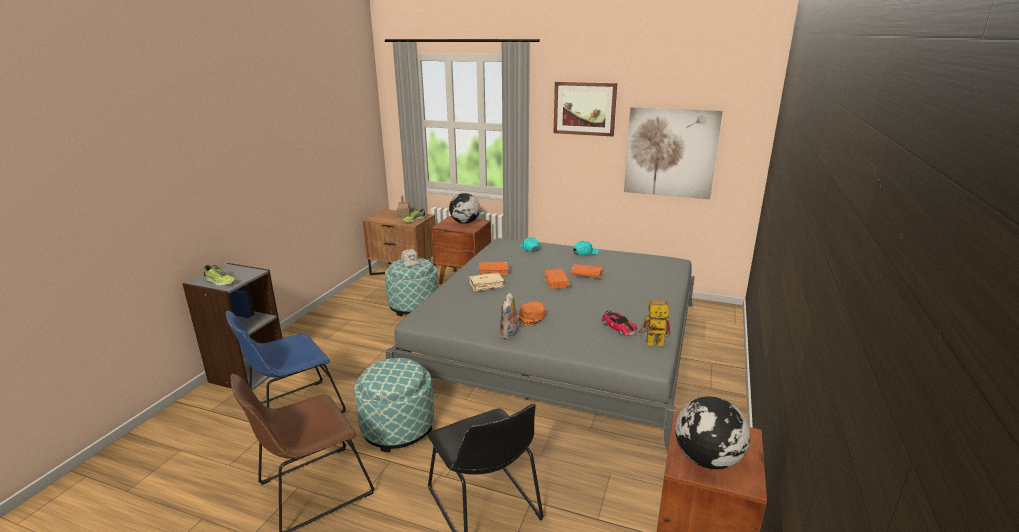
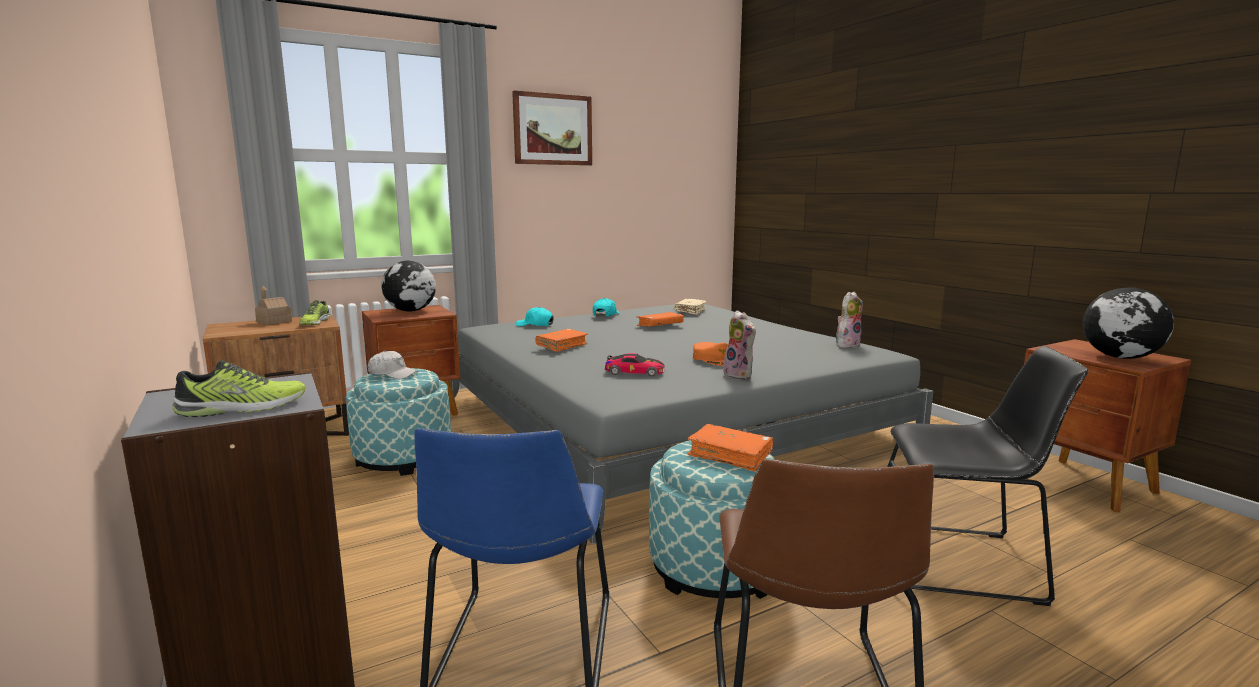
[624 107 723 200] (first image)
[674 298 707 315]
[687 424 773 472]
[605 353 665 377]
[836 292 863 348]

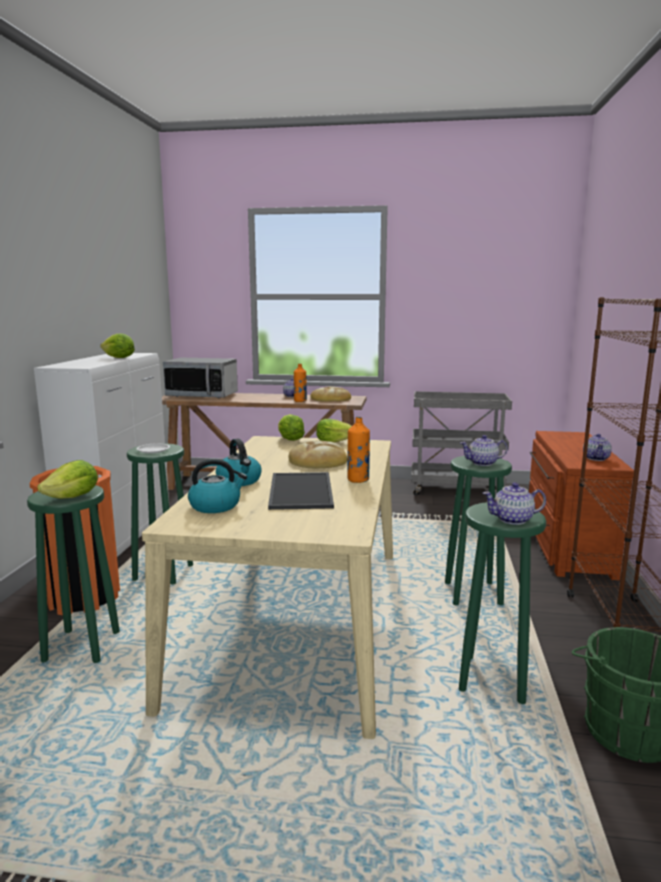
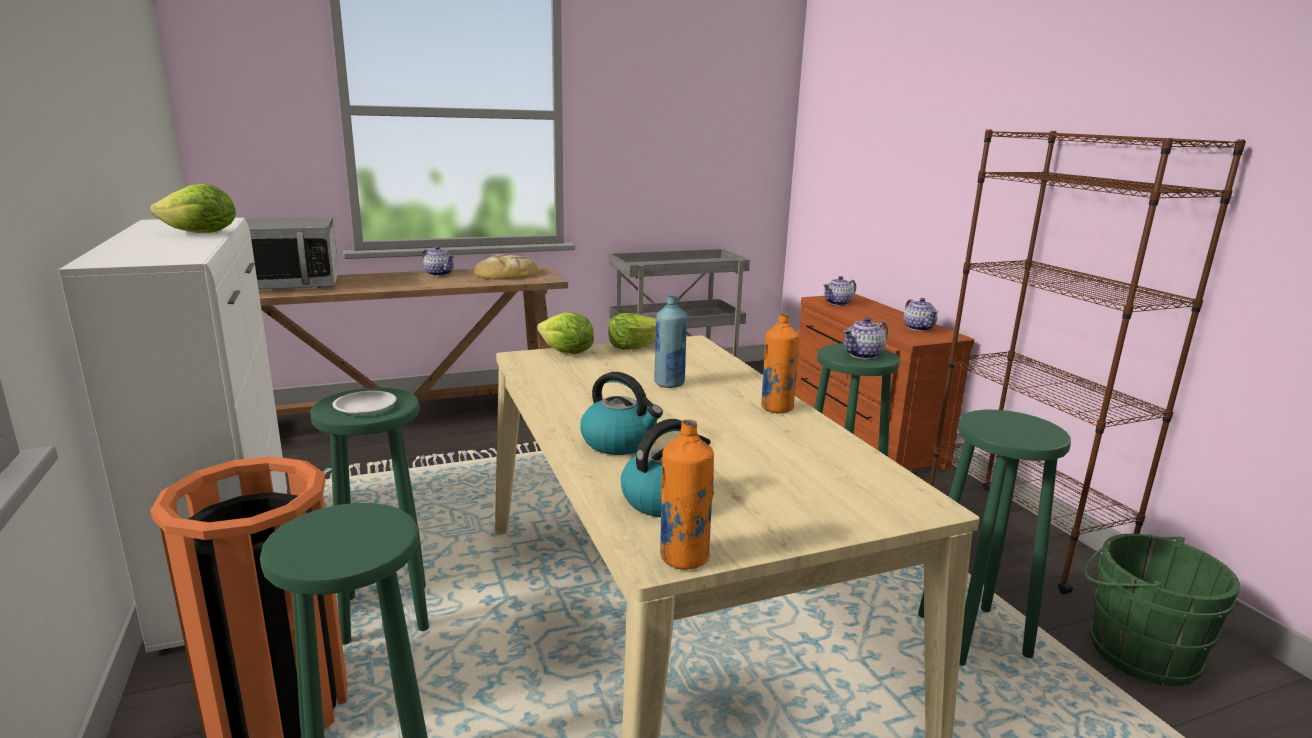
[37 460 98 498] (first image)
[268 472 334 510] (first image)
[660 419 714 570]
[823 276 856 306]
[654 295 687 388]

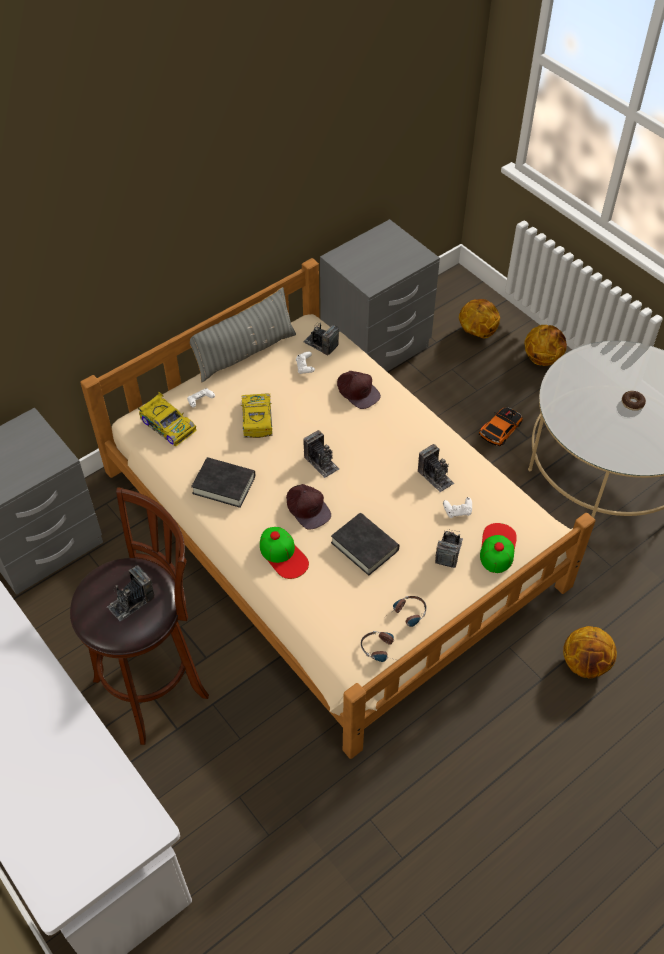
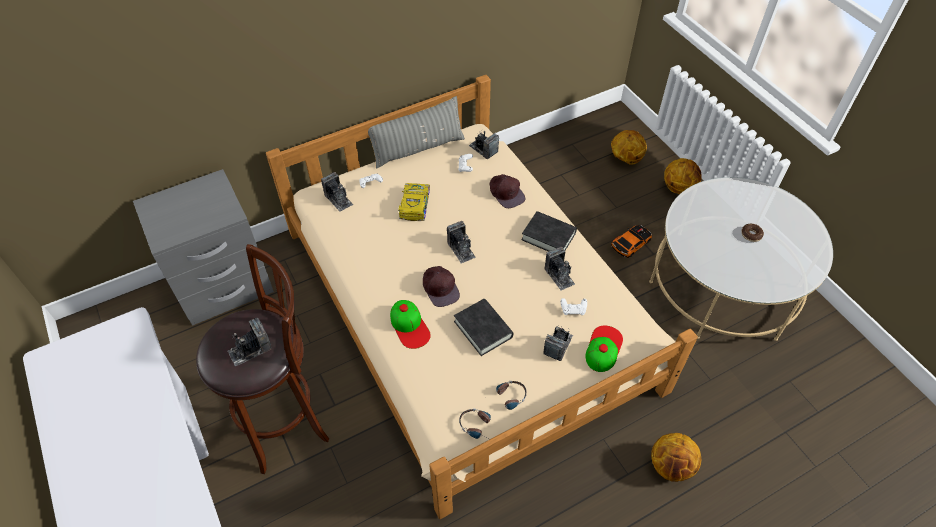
[320 219 440 372] (first image)
[521 211 577 252]
[321 172 353 212]

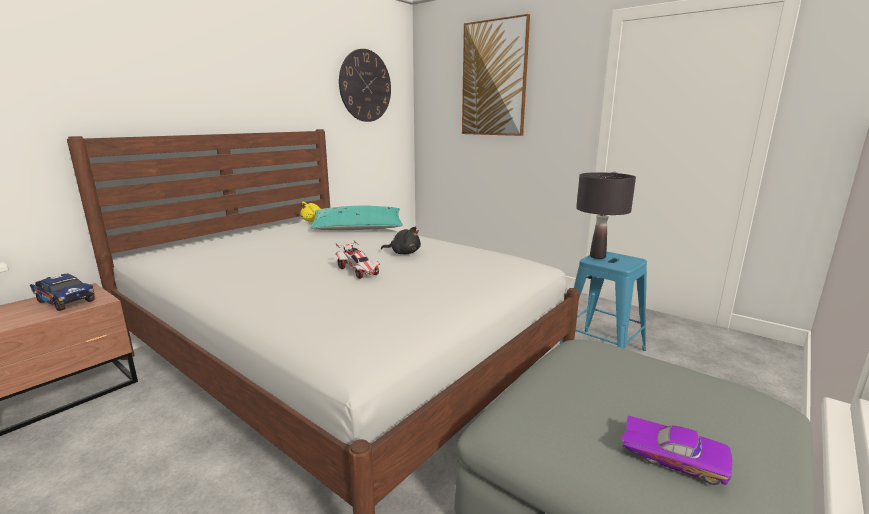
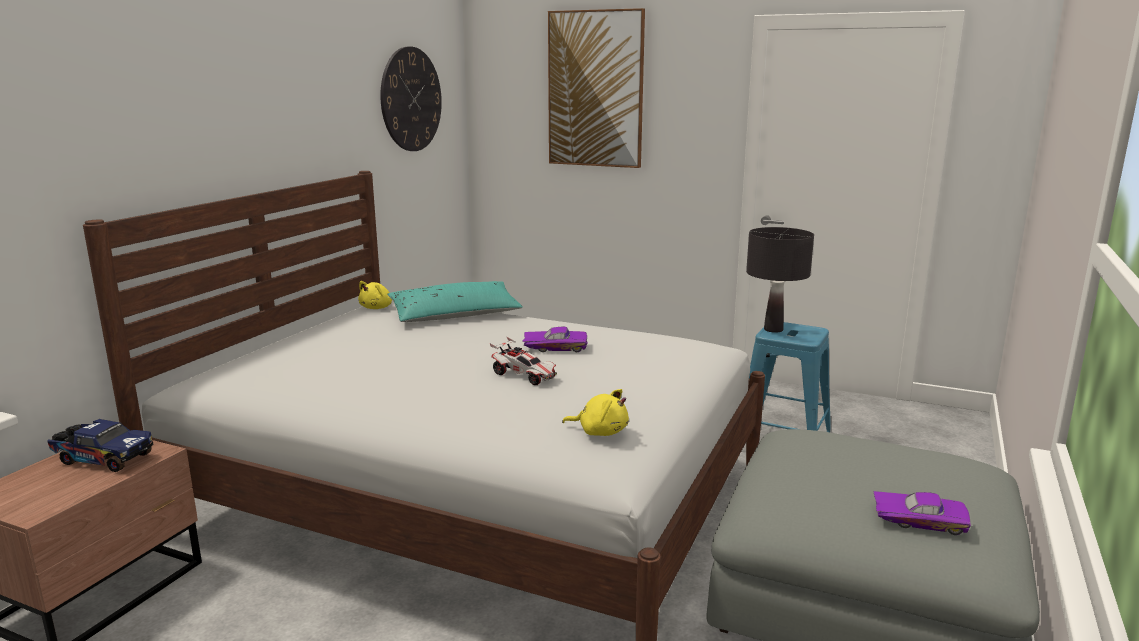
[562 389 629 436]
[522 327 587 352]

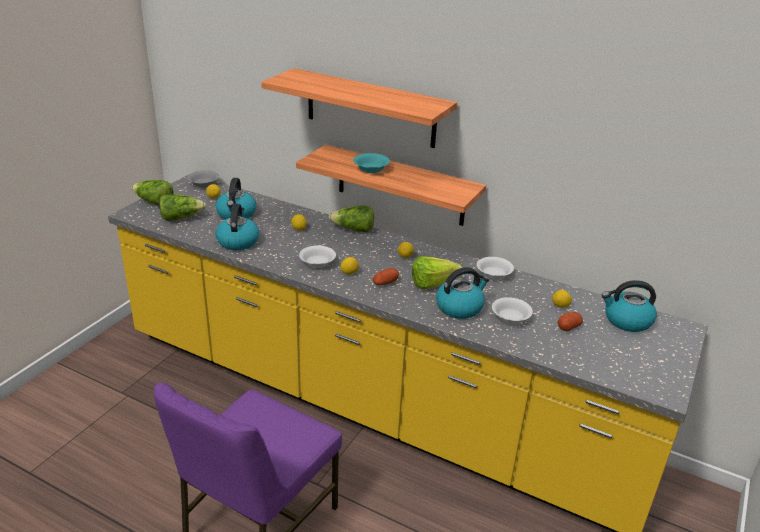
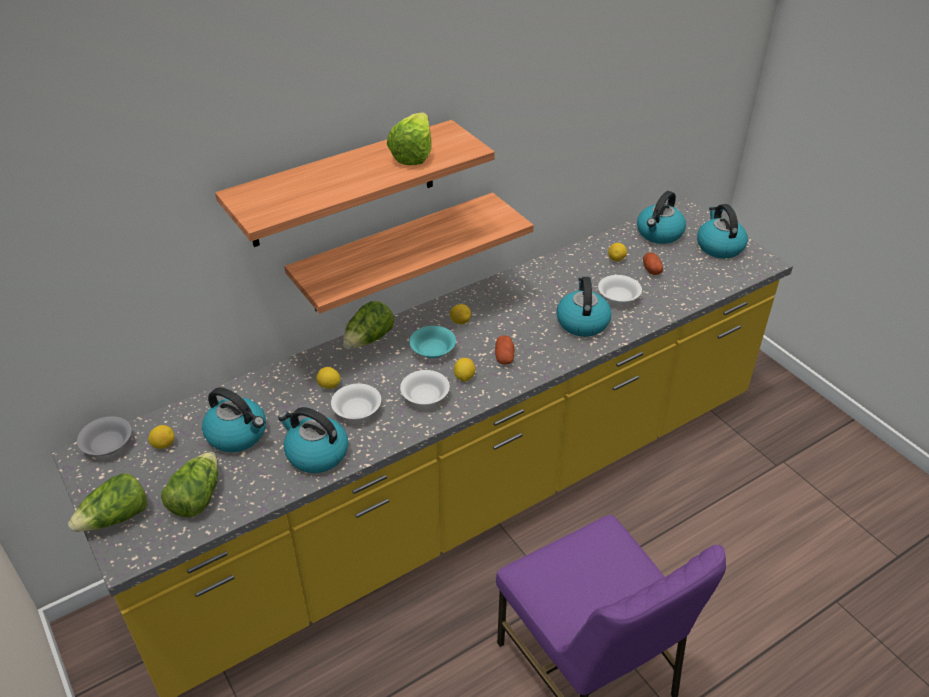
[697 204 748 259]
[409 326 456 358]
[387 112 432 165]
[331 384 381 420]

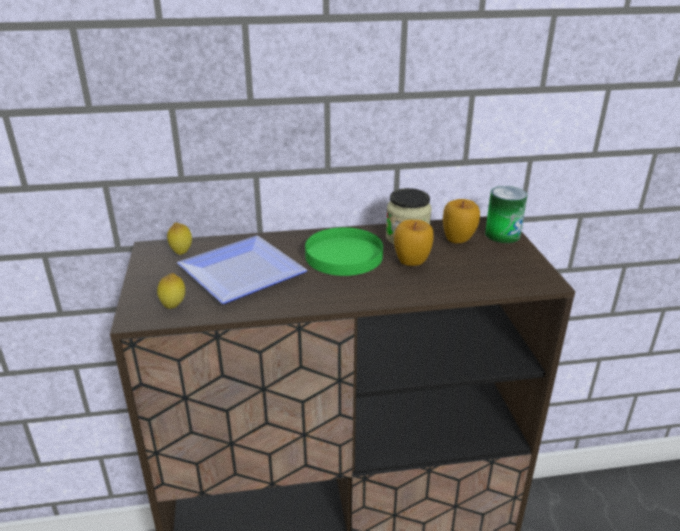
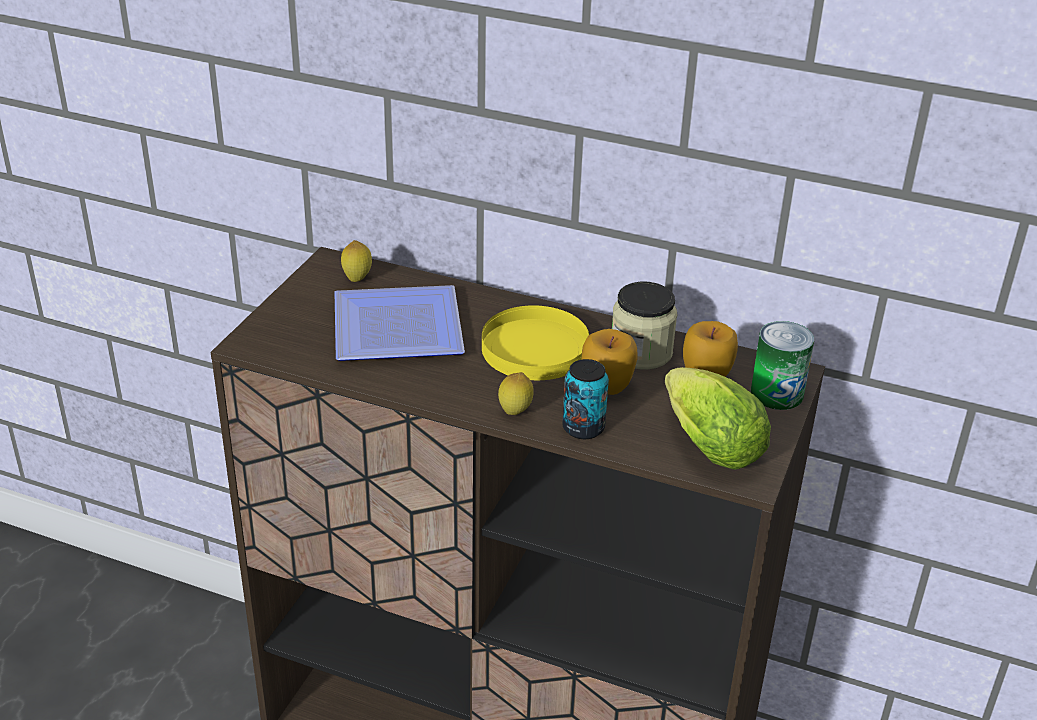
[562 359 609 439]
[665 367 771 470]
[498 372 534 415]
[482 305 589 380]

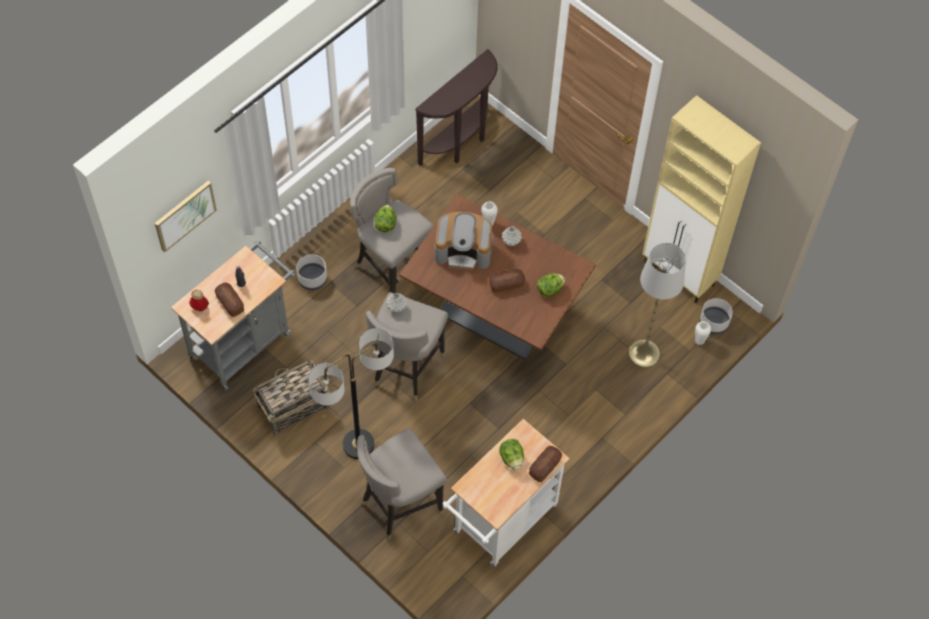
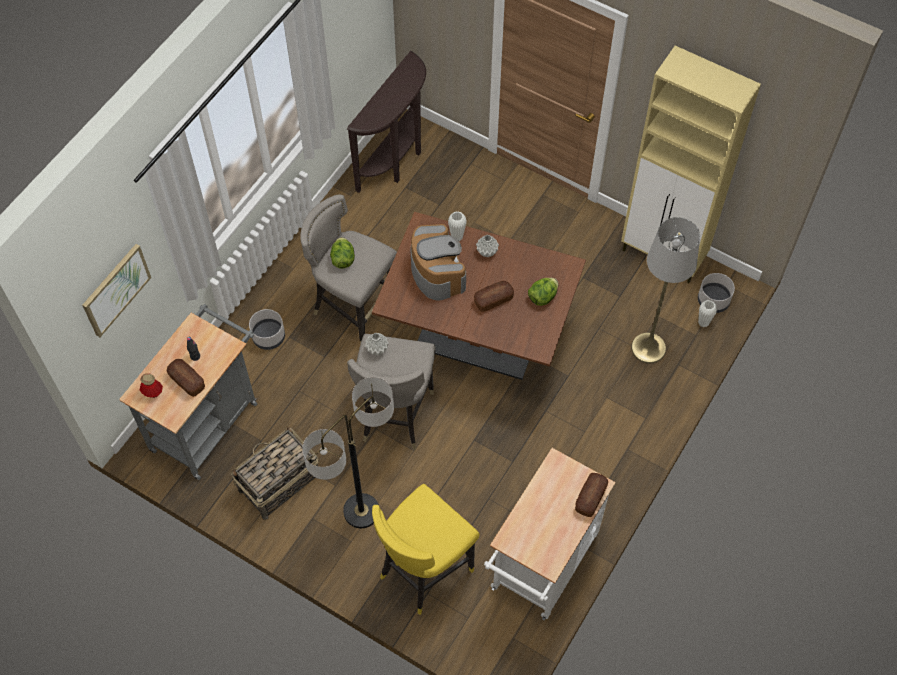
[499 439 524 470] (first image)
[372 484 480 615]
[410 224 466 301]

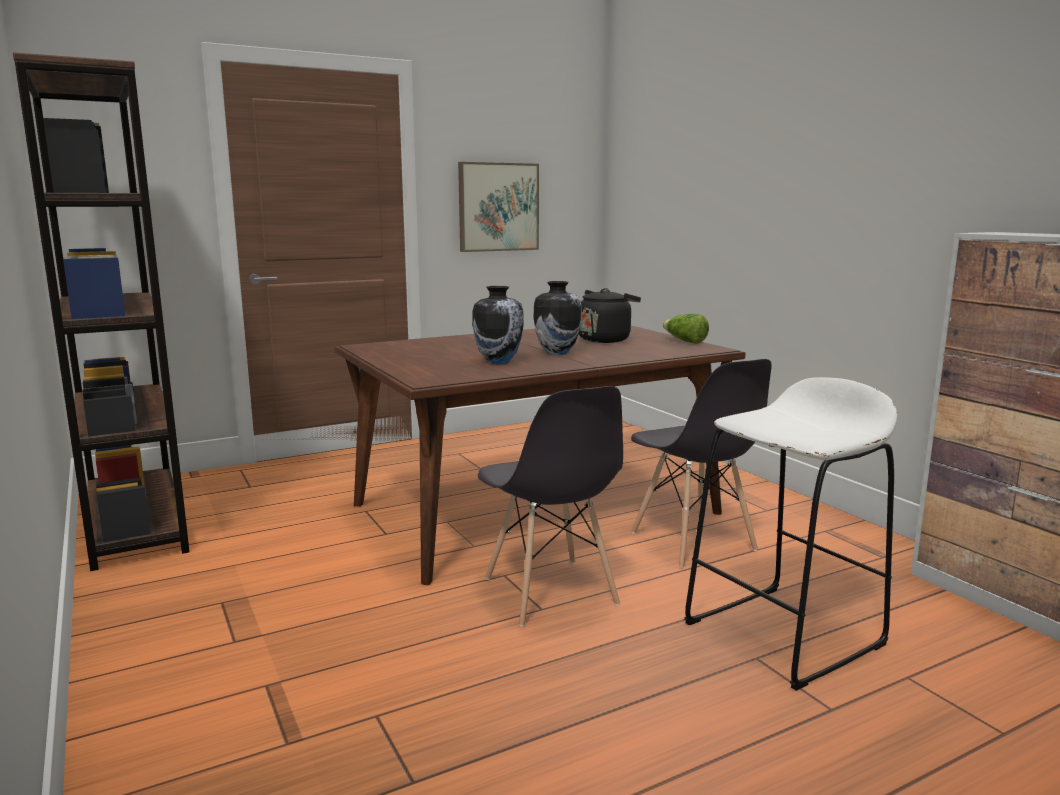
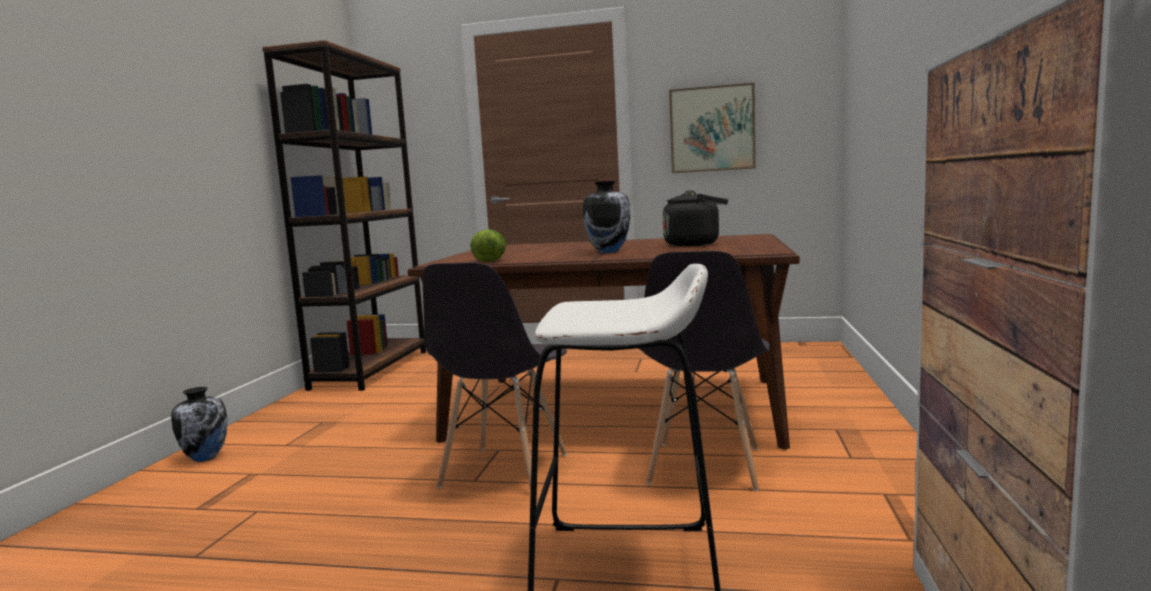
[171 387 227 462]
[470 229 506 262]

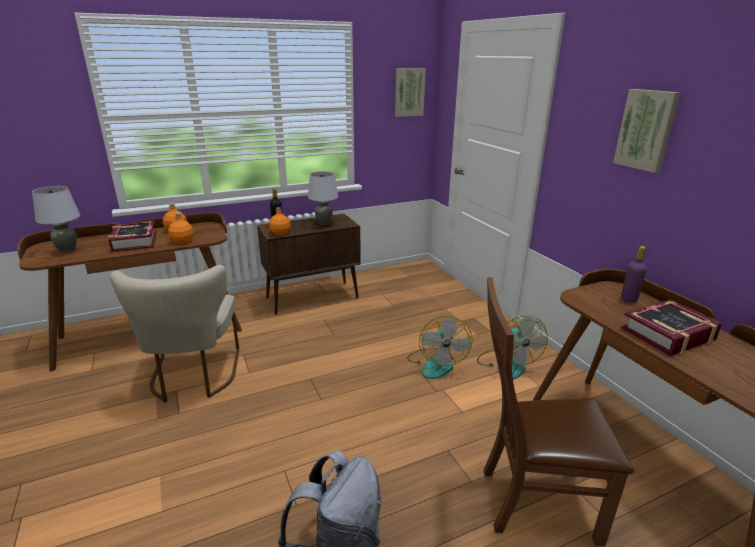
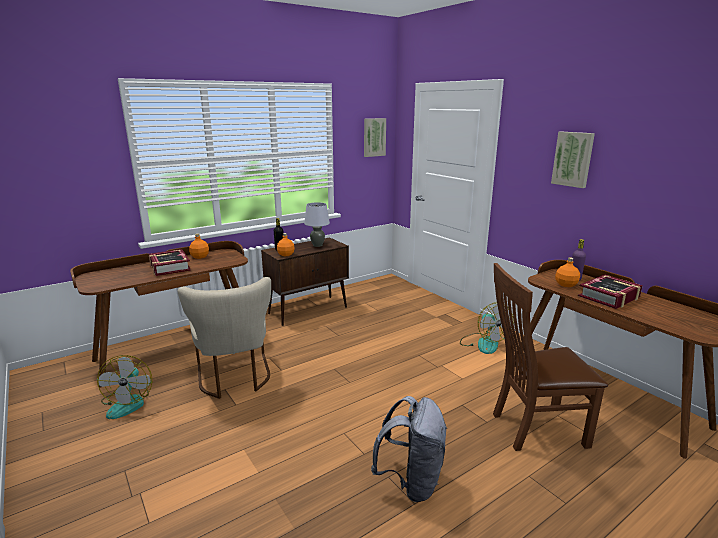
[32 186 80 253] (first image)
[555 257 580 287]
[97 355 152 419]

